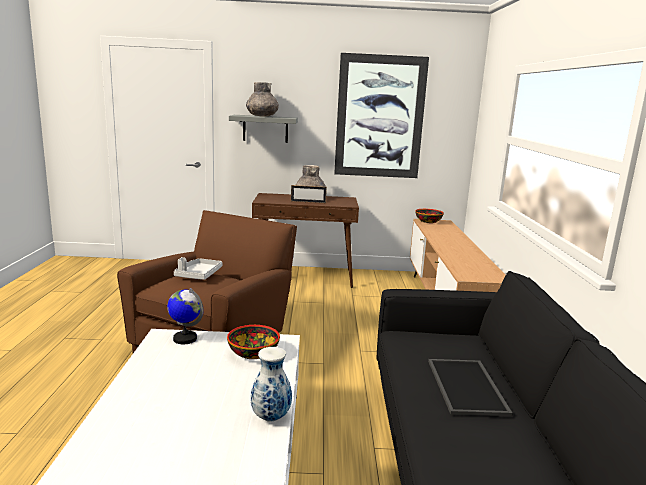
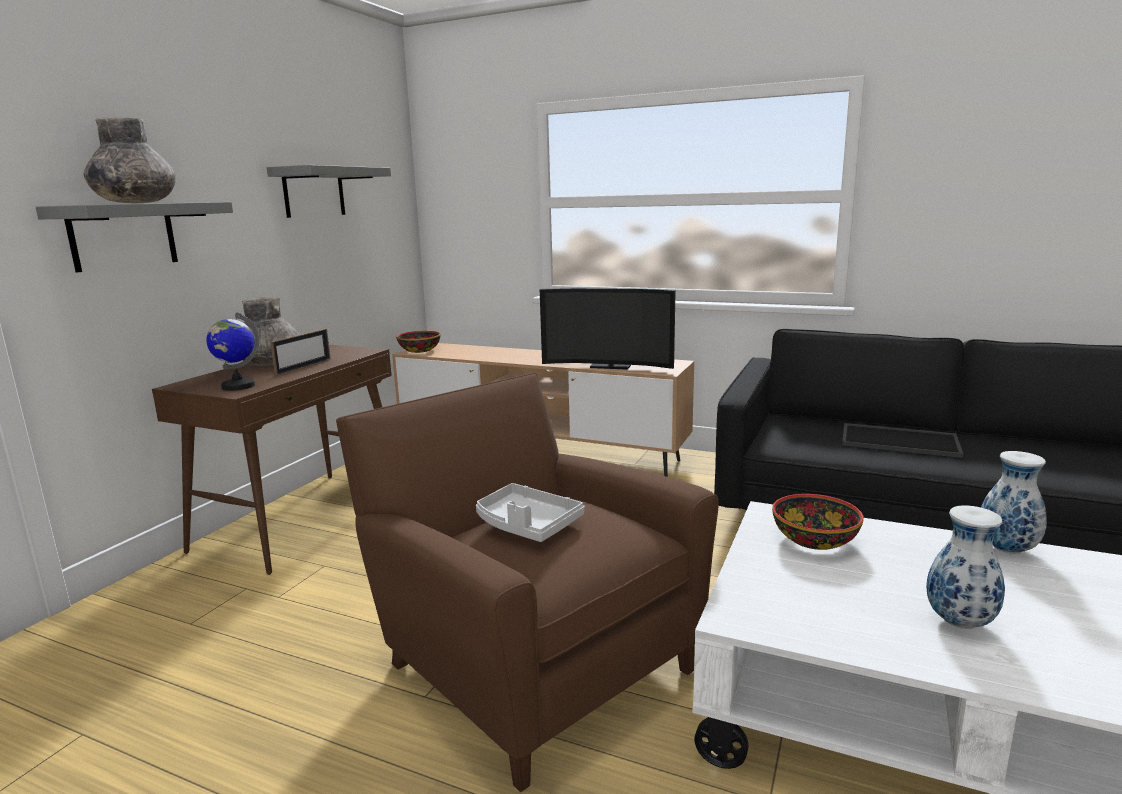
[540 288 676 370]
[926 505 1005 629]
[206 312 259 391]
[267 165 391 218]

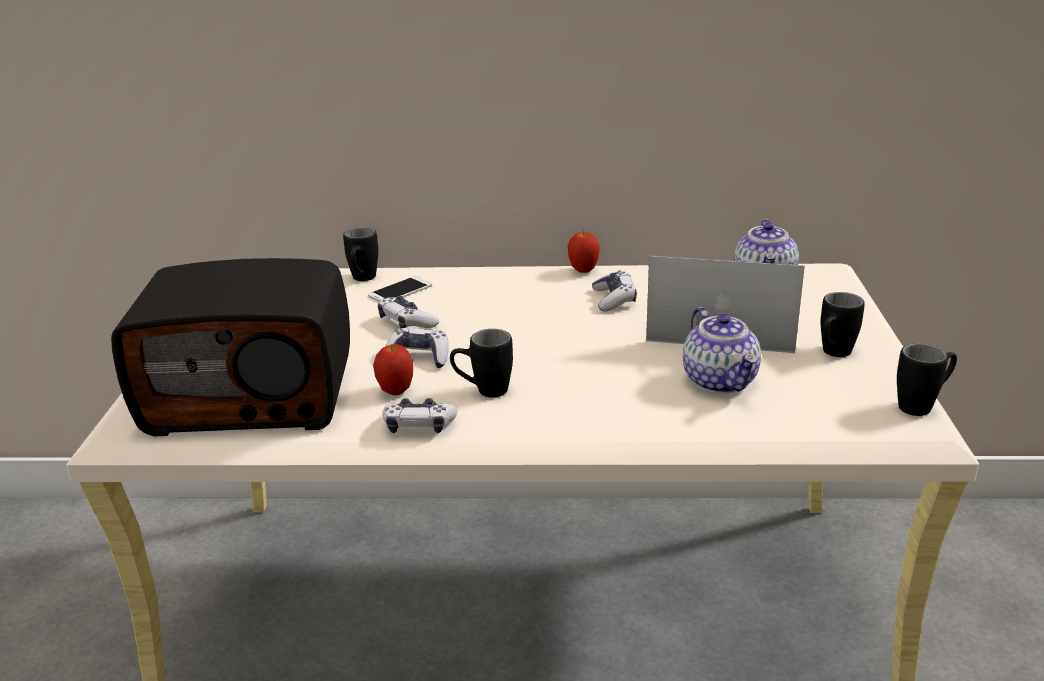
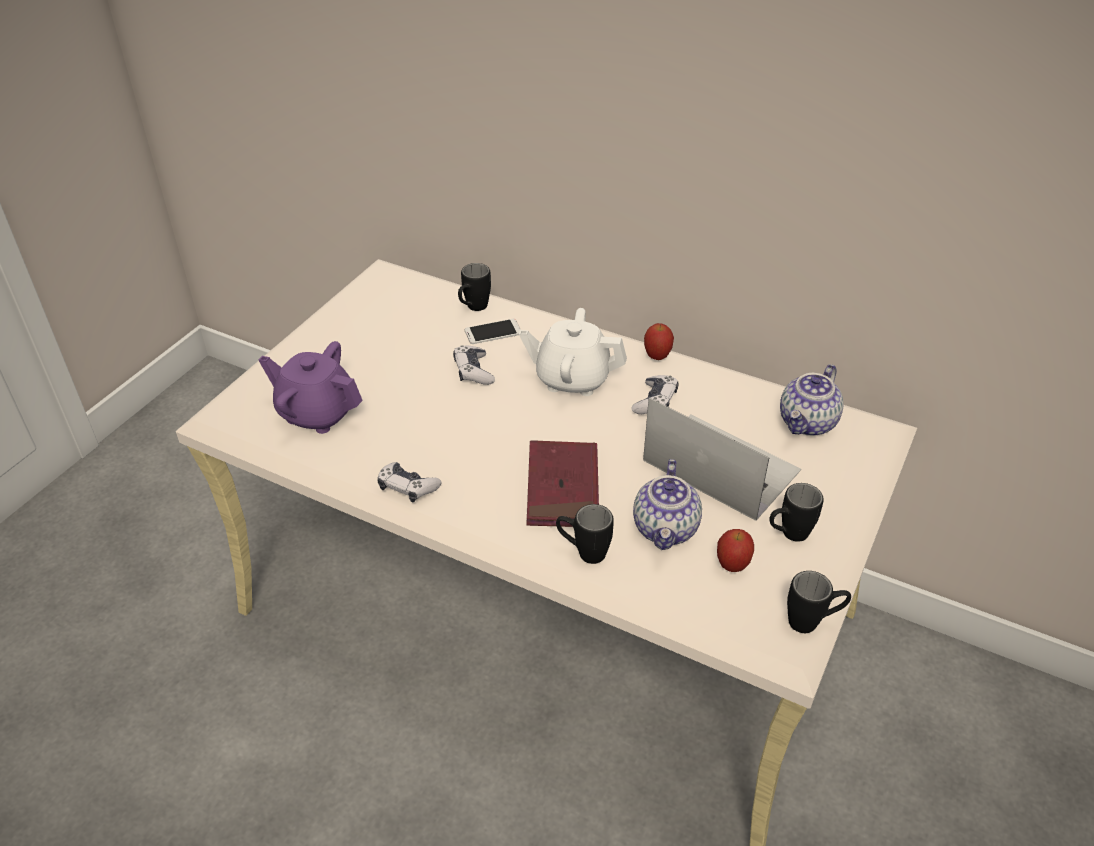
[385 328 449 368] (first image)
[519 308 627 396]
[526 440 599 527]
[717 529 754 572]
[556 504 614 564]
[259 341 363 434]

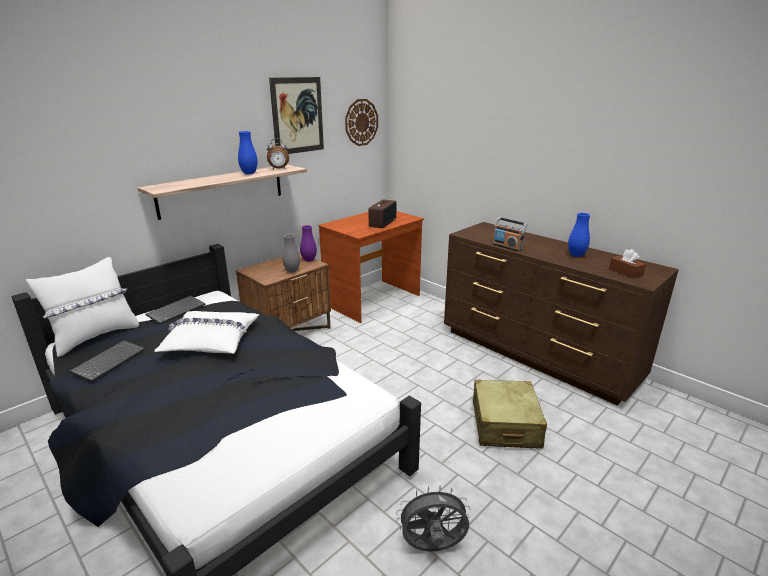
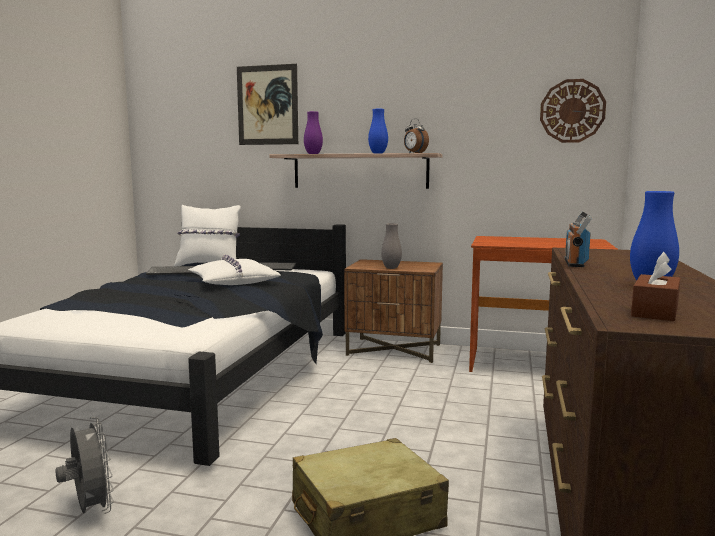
[369 200 396 228] (first image)
[237 64 298 145]
[304 111 323 154]

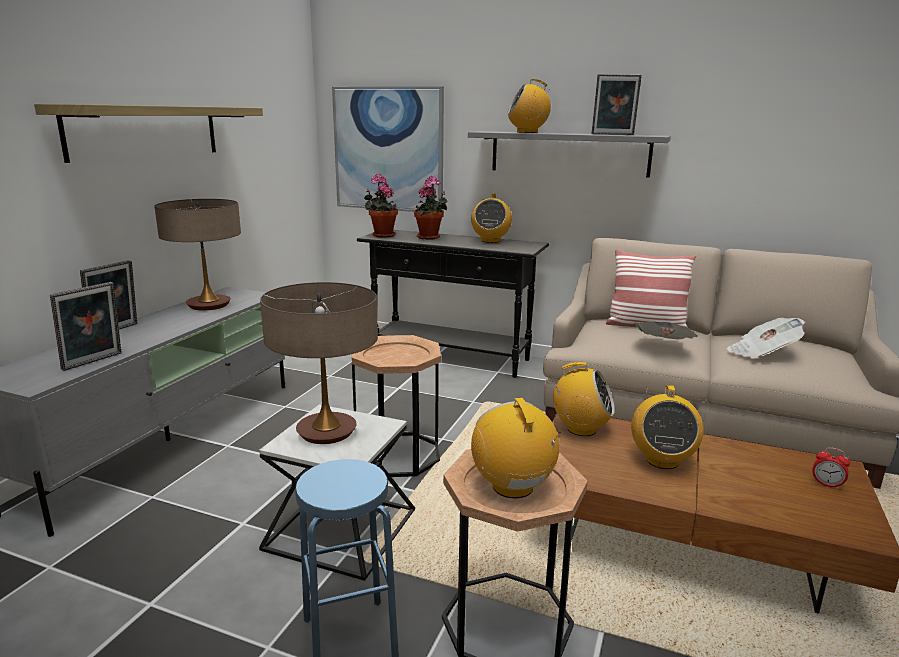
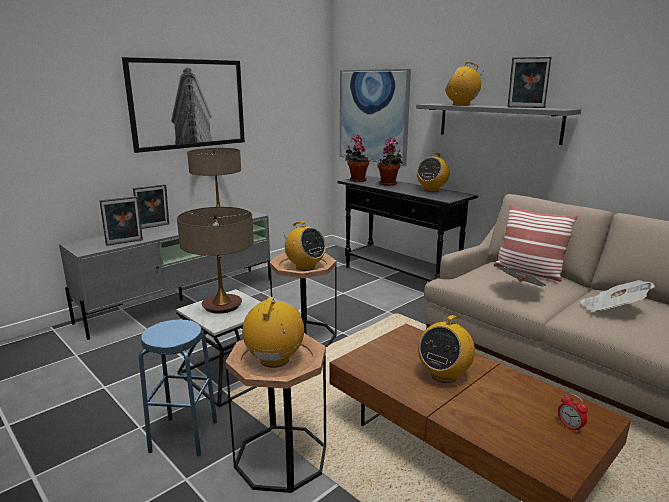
[281 221 326 271]
[122 57 245 153]

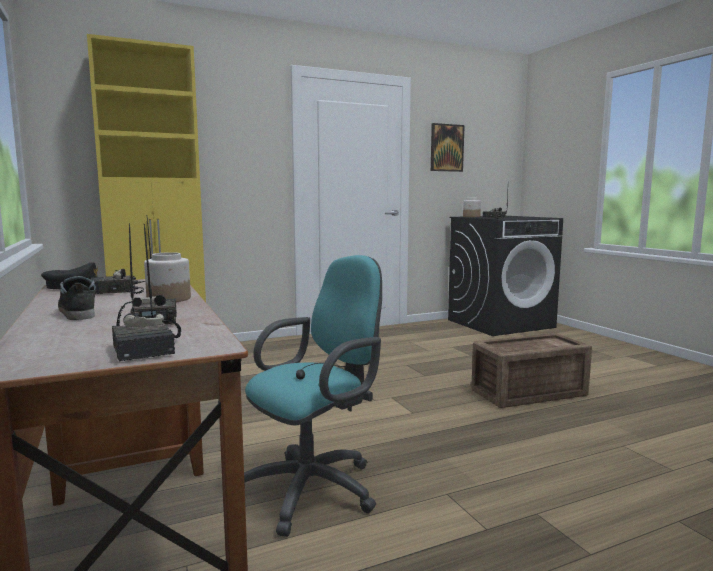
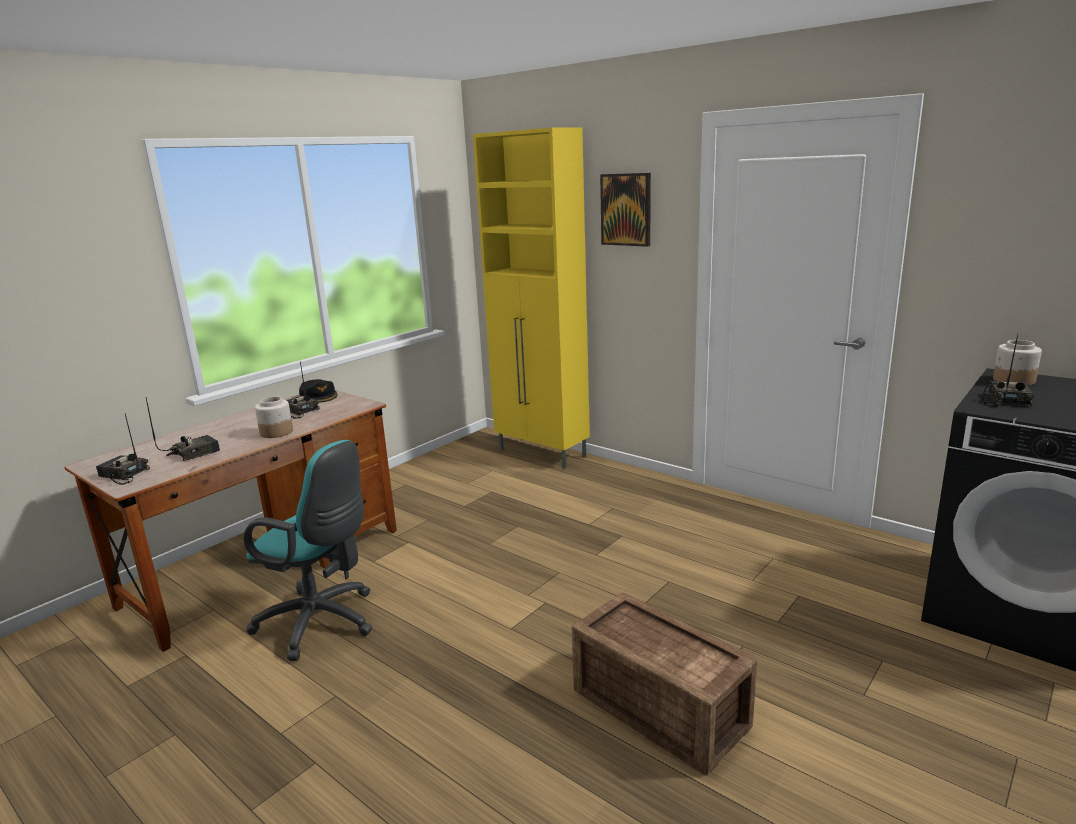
[58 276 96 320] (first image)
[600 173 651 247]
[96 413 150 485]

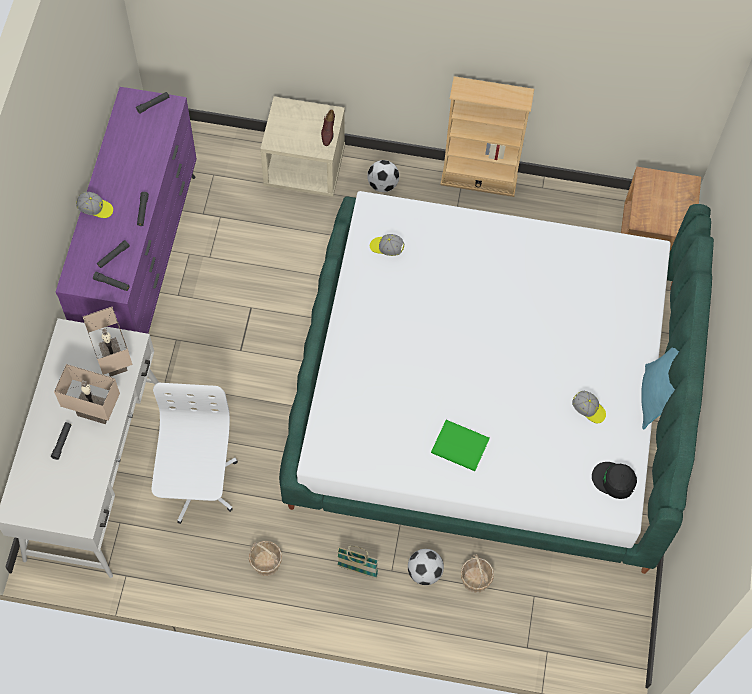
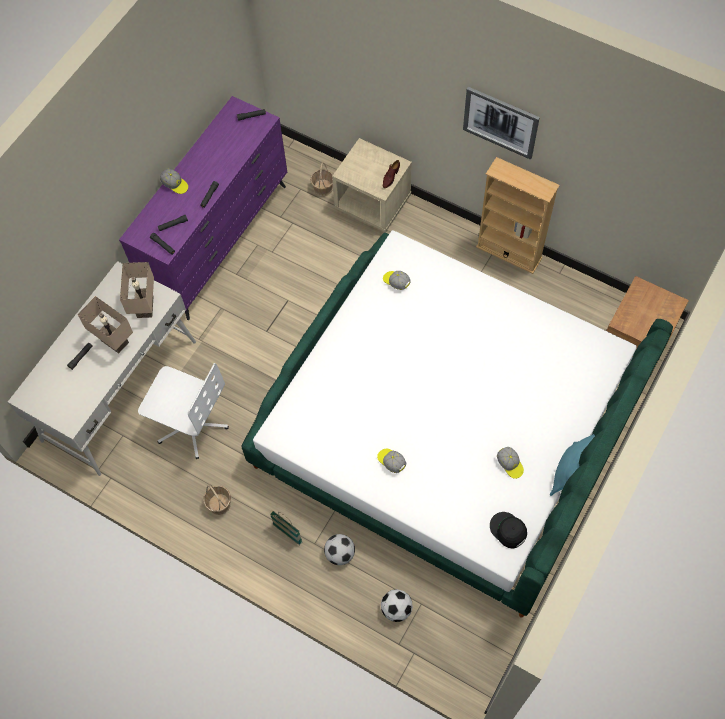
[463 87 540 160]
[381 589 413 622]
[310 163 333 196]
[377 449 406 473]
[138 363 229 459]

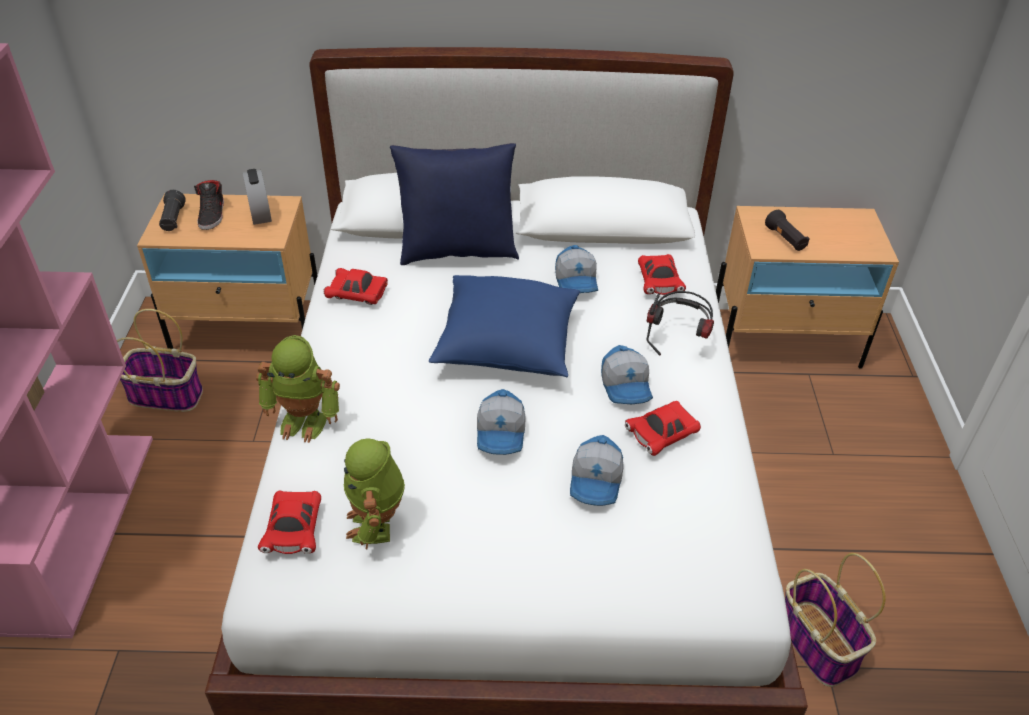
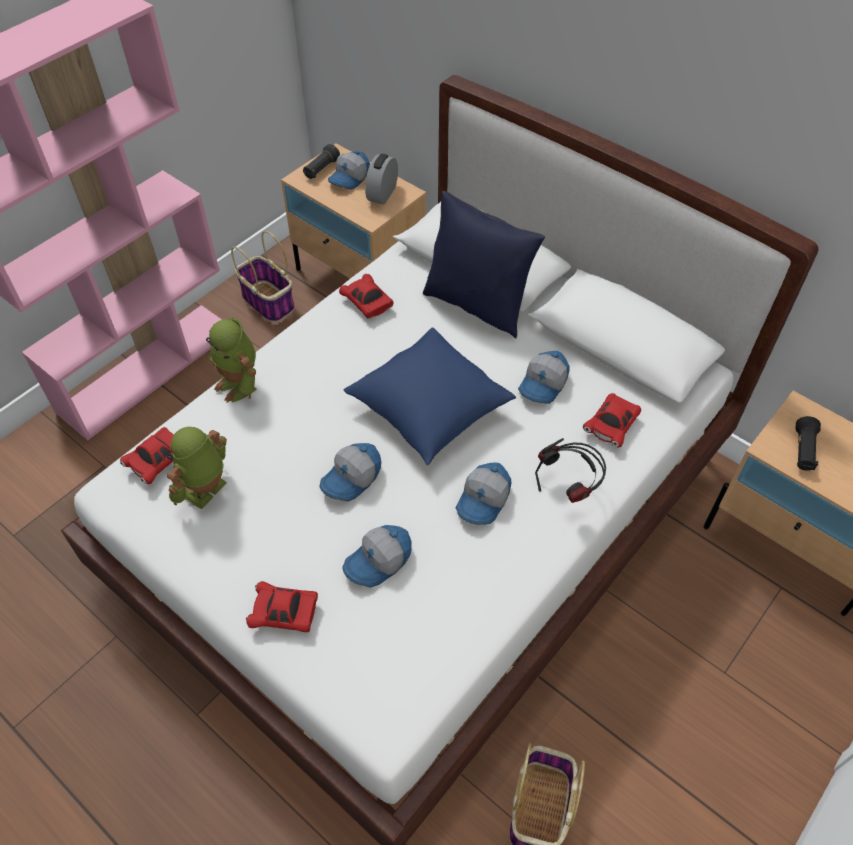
[246 581 318 632]
[328 150 370 189]

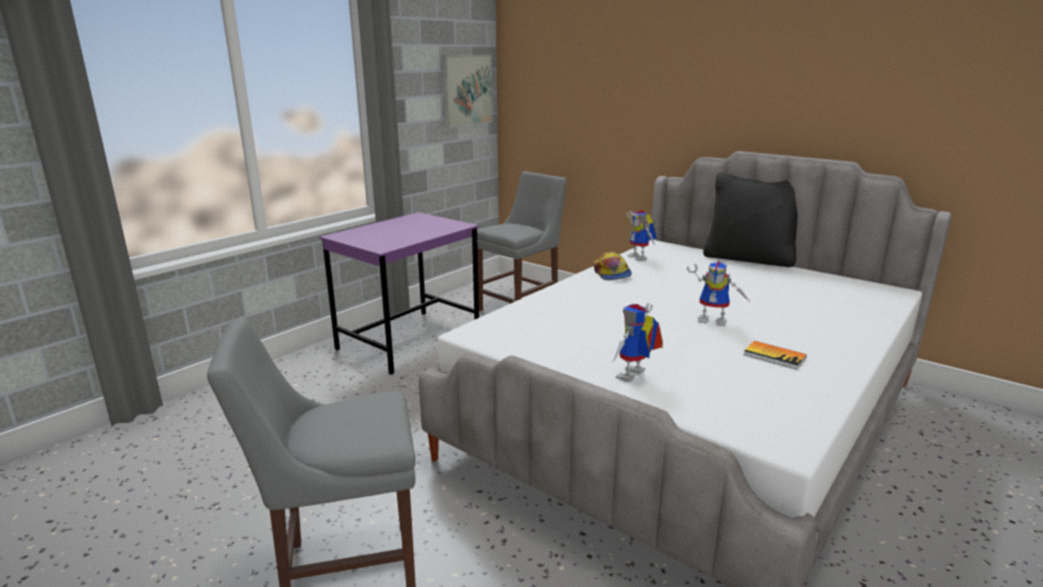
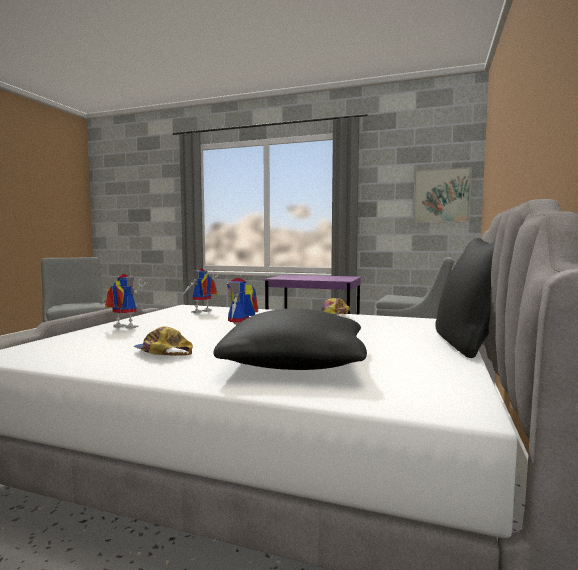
[213 308 367 370]
[182 268 218 313]
[134 326 193 356]

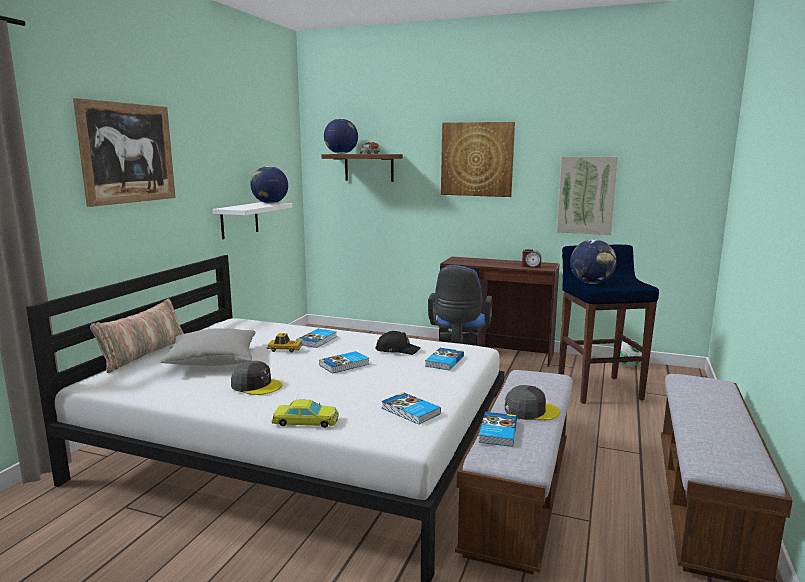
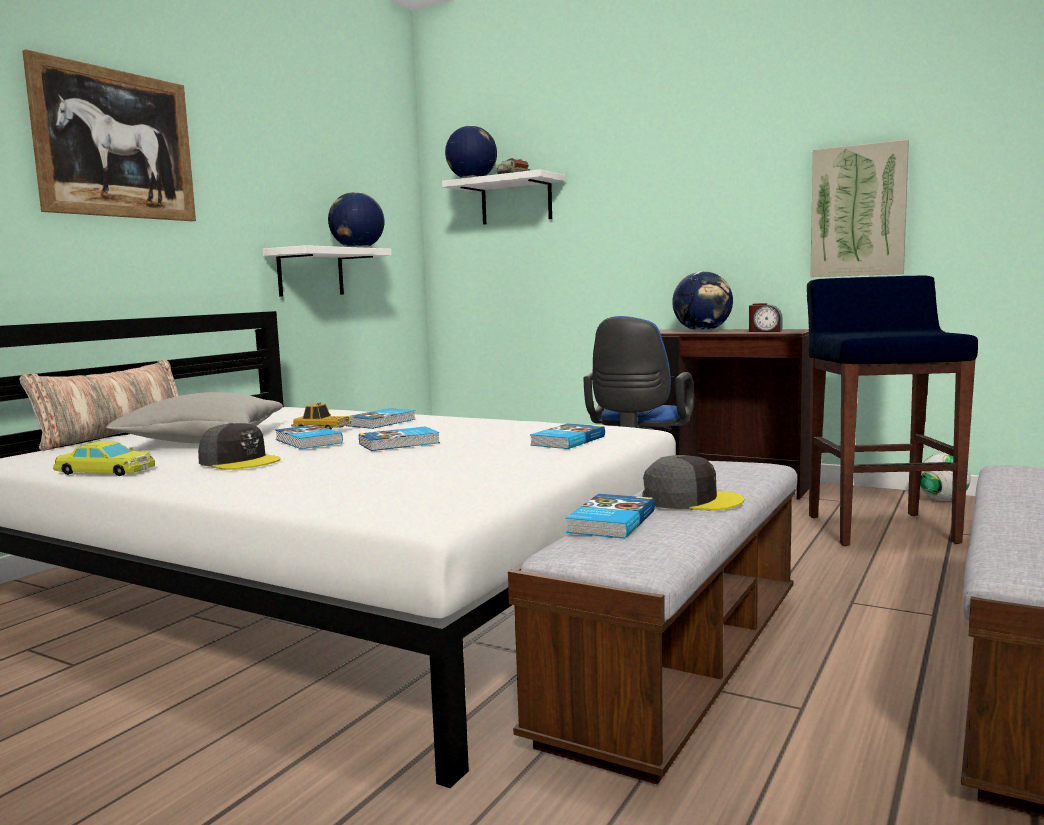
[375 331 421 355] (first image)
[441 122 515 197] (first image)
[53 441 155 476]
[275 425 343 449]
[672 271 733 331]
[442 169 565 224]

